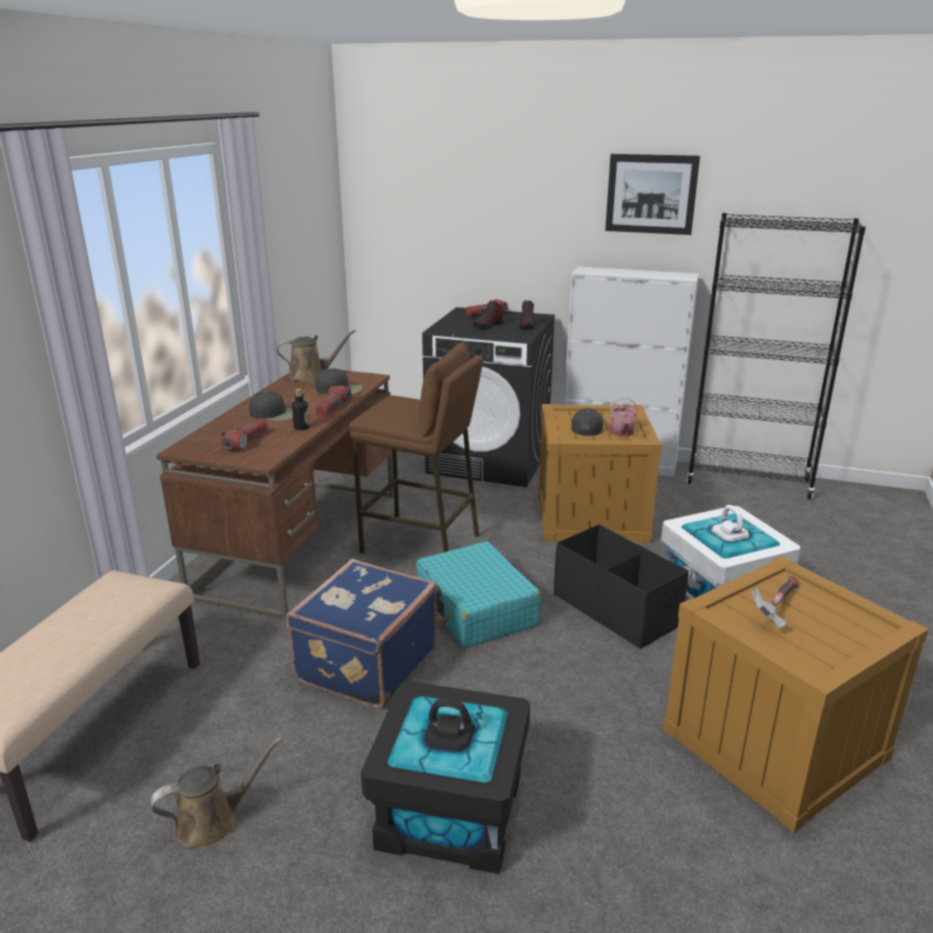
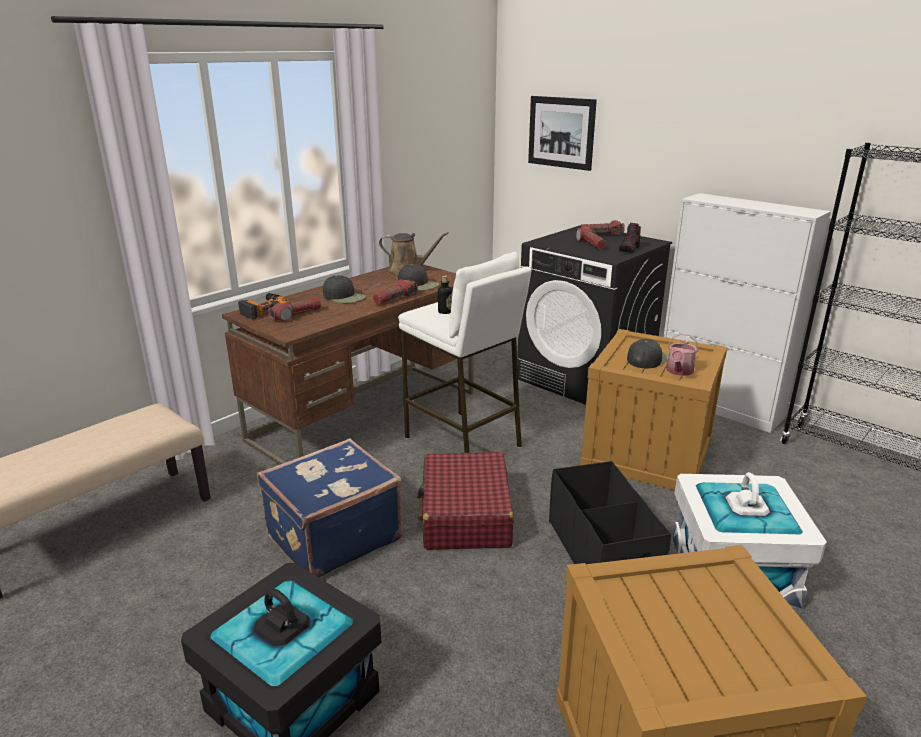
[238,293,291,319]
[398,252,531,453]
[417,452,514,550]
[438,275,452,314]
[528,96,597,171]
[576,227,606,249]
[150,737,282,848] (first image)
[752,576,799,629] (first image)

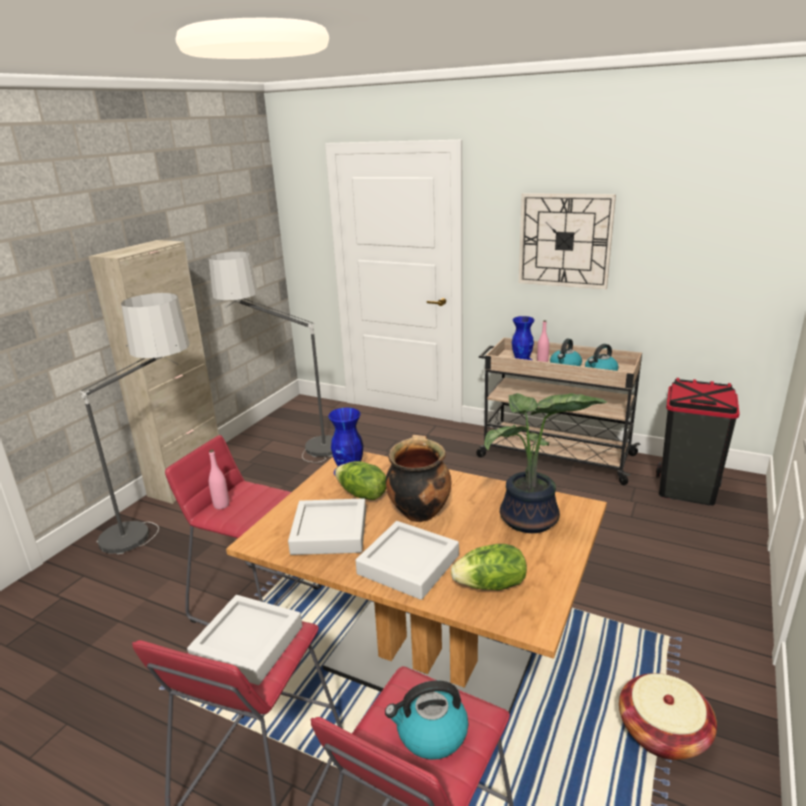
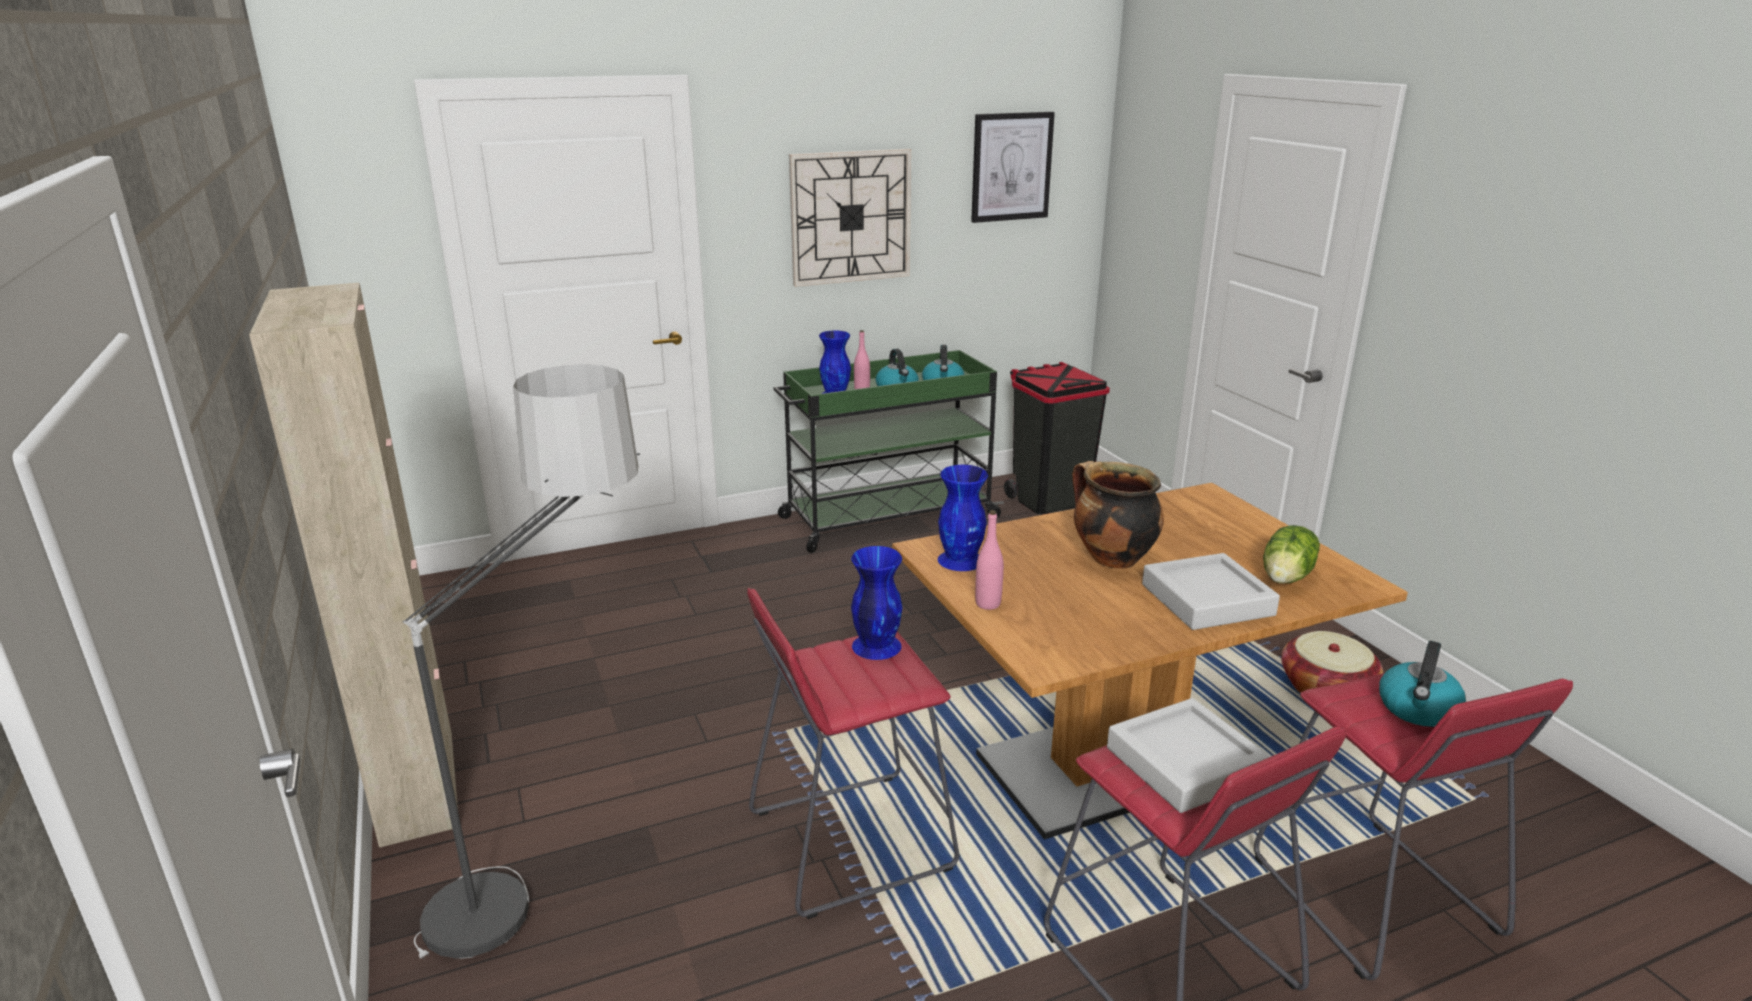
[774,350,1004,553]
[851,546,903,660]
[971,112,1055,223]
[975,510,1004,610]
[208,252,333,462] (first image)
[288,498,366,555] (first image)
[335,461,386,500] (first image)
[484,393,607,533] (first image)

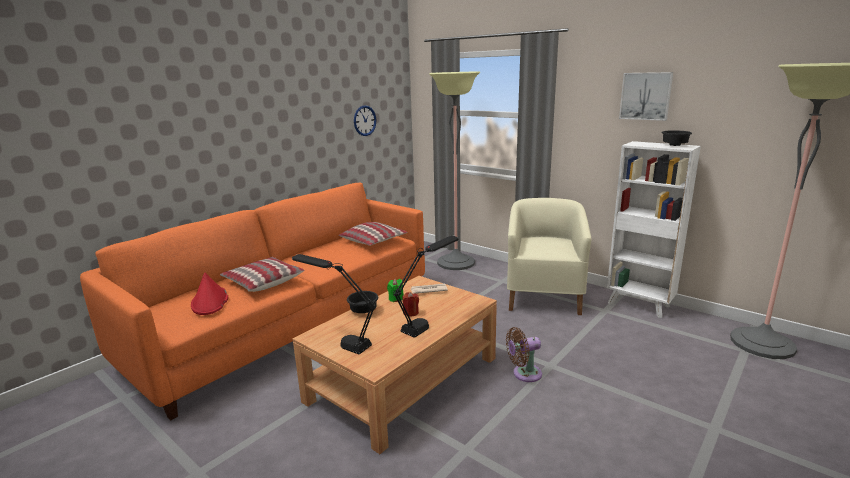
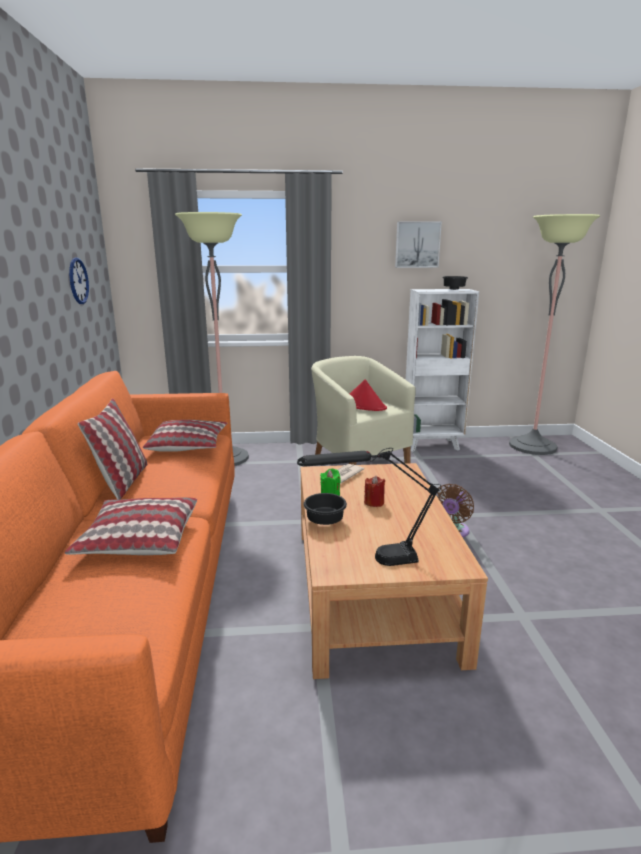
[78,398,147,500]
[350,379,387,411]
[393,236,459,338] (first image)

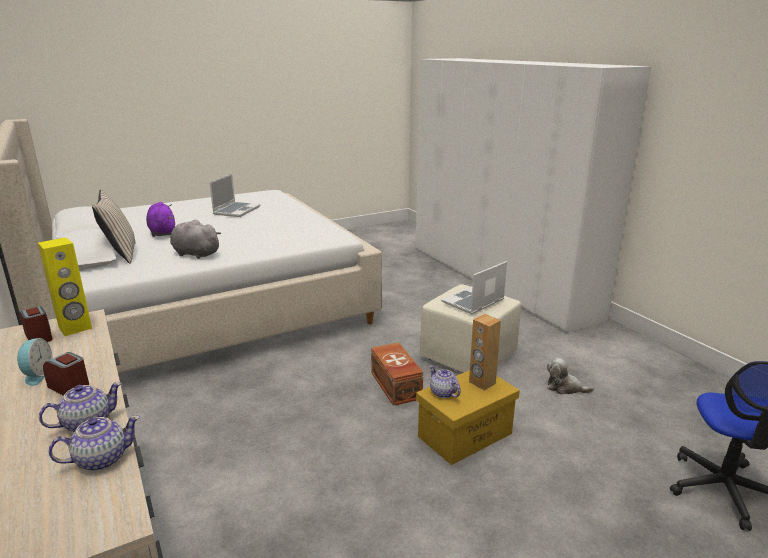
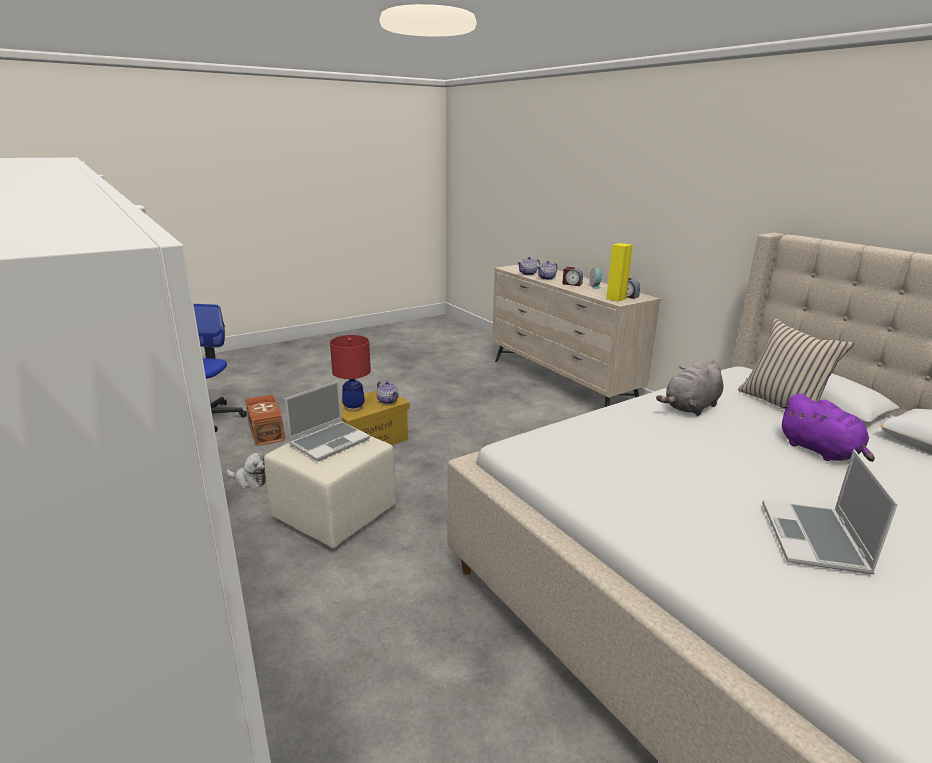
[245,394,285,446]
[330,335,371,412]
[656,360,724,416]

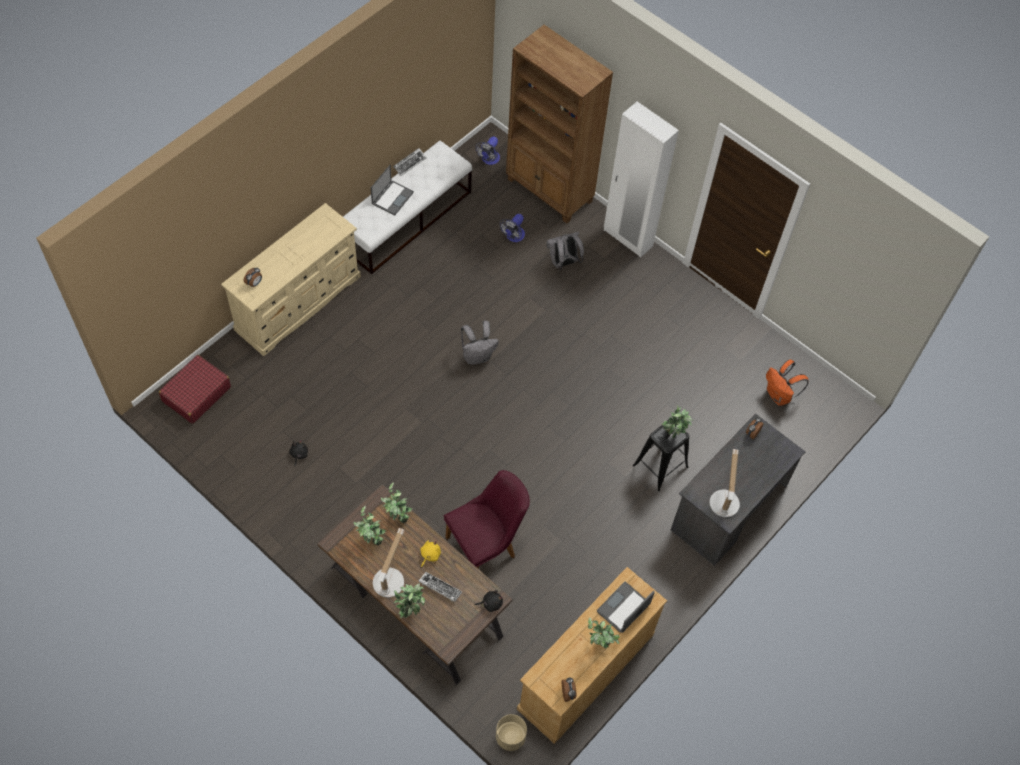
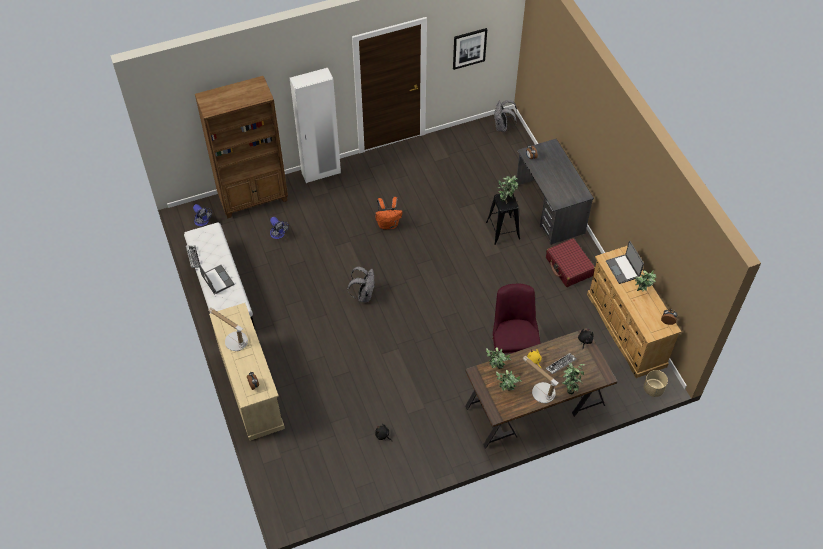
[208,307,248,351]
[375,197,402,229]
[453,28,487,70]
[494,100,517,132]
[546,238,595,287]

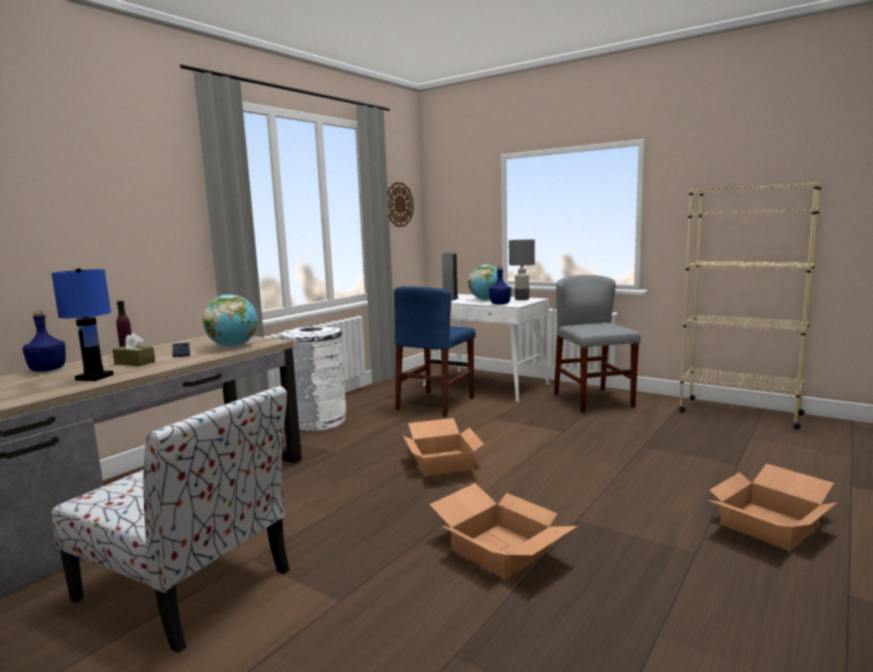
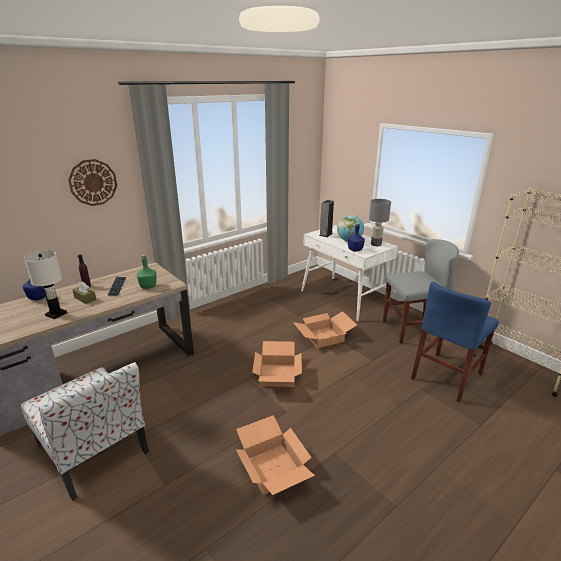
[24,250,67,319]
[68,159,117,206]
[137,255,157,289]
[293,311,357,348]
[383,239,459,344]
[411,282,499,403]
[281,326,346,431] (first image)

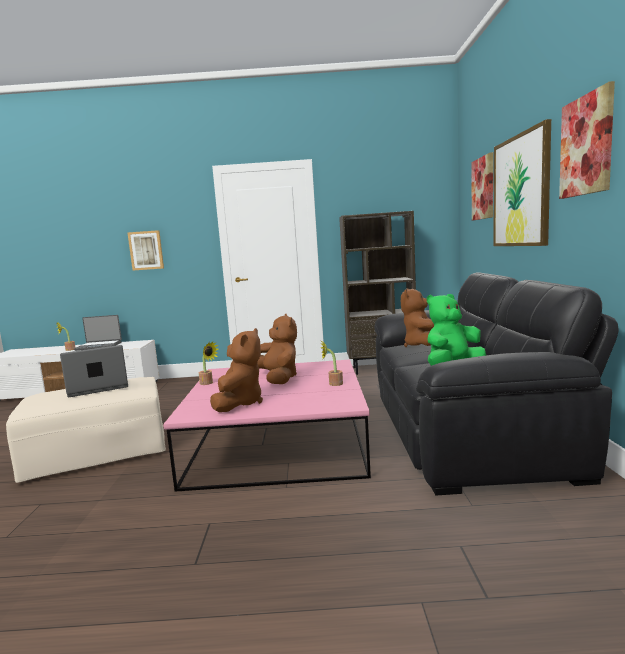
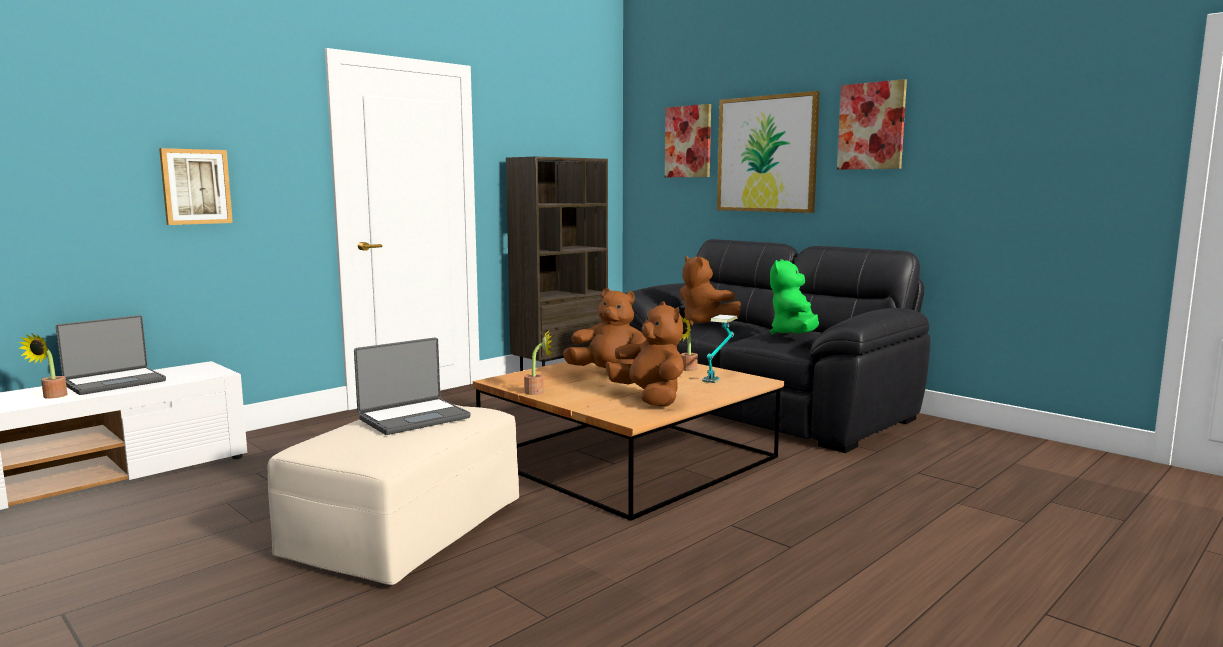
[354,338,471,435]
[473,362,784,521]
[702,314,737,383]

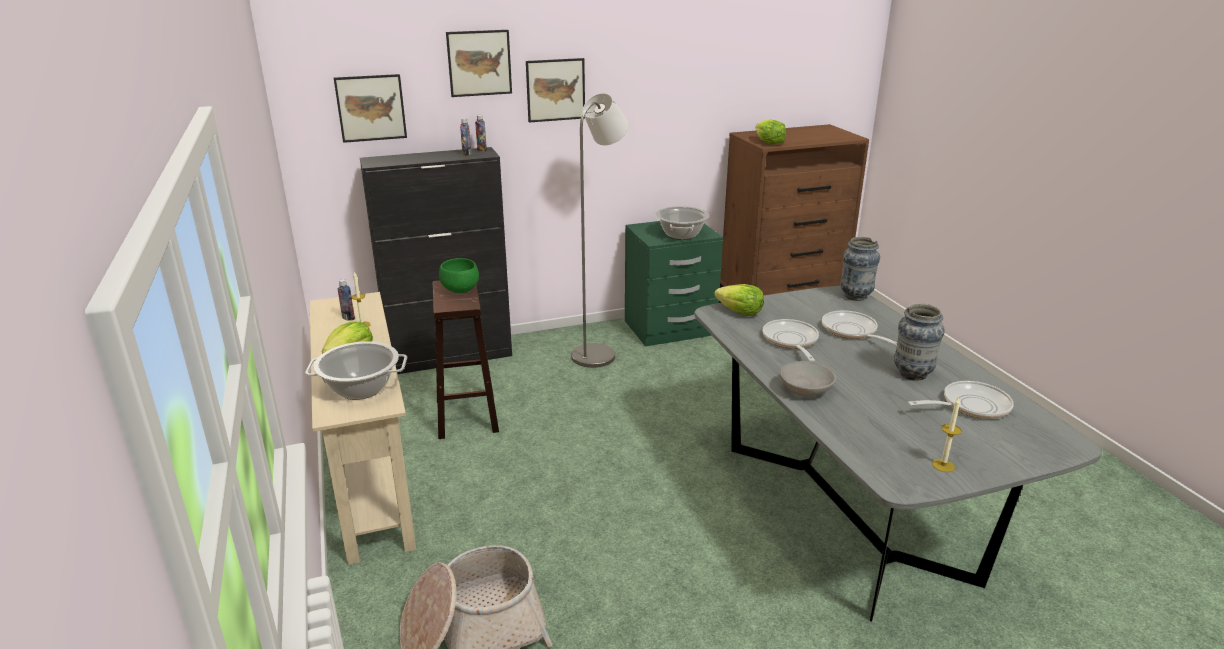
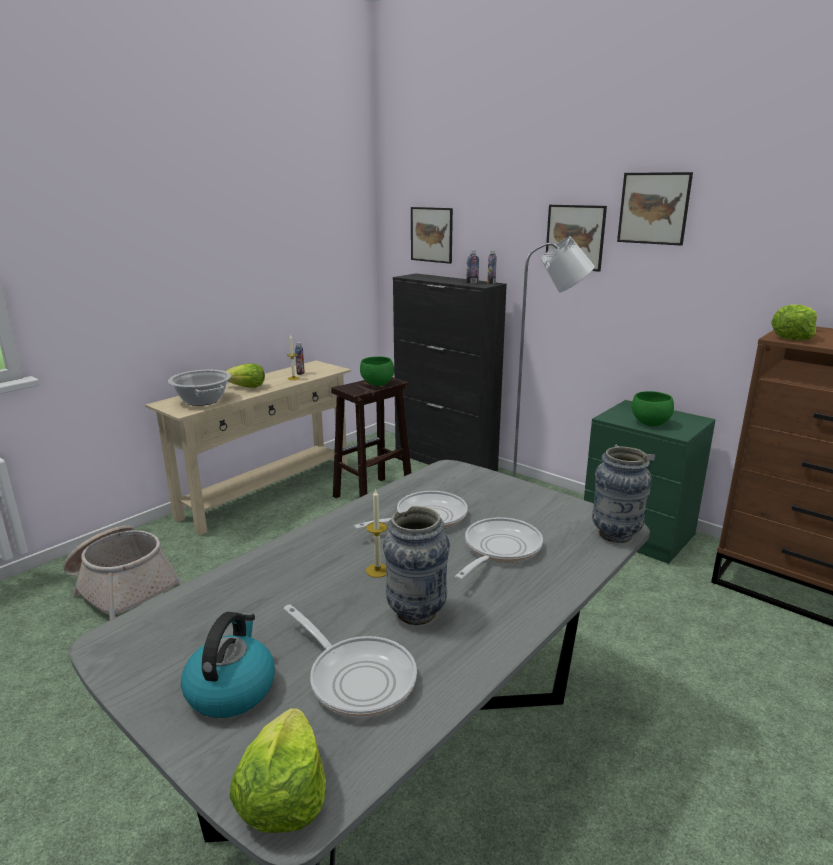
[181,612,275,718]
[230,708,326,833]
[366,488,387,578]
[617,172,693,246]
[632,391,674,426]
[780,361,836,396] (first image)

